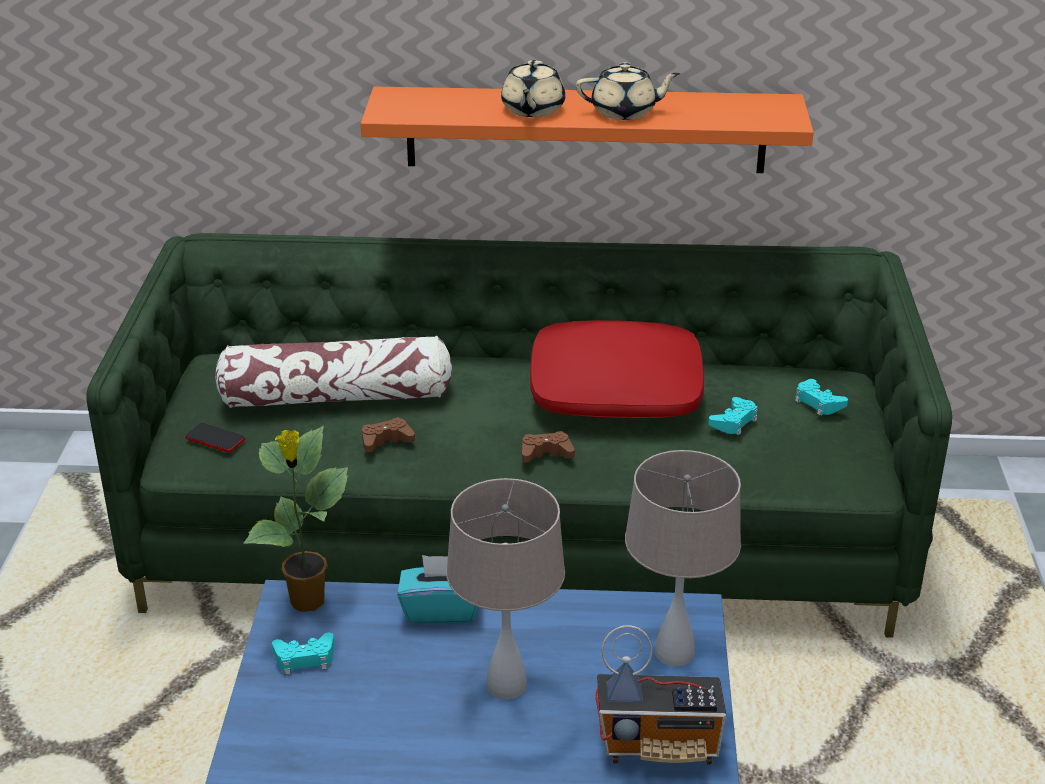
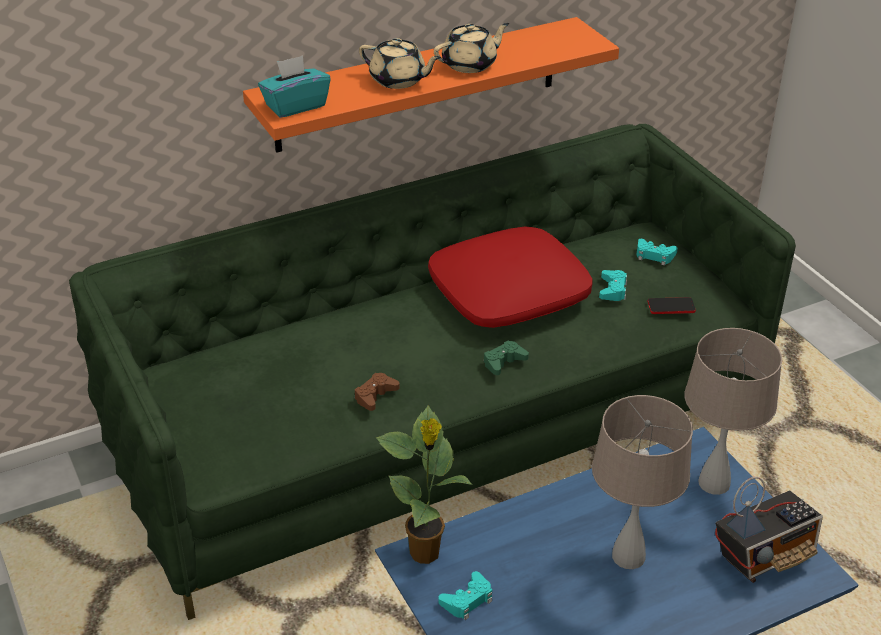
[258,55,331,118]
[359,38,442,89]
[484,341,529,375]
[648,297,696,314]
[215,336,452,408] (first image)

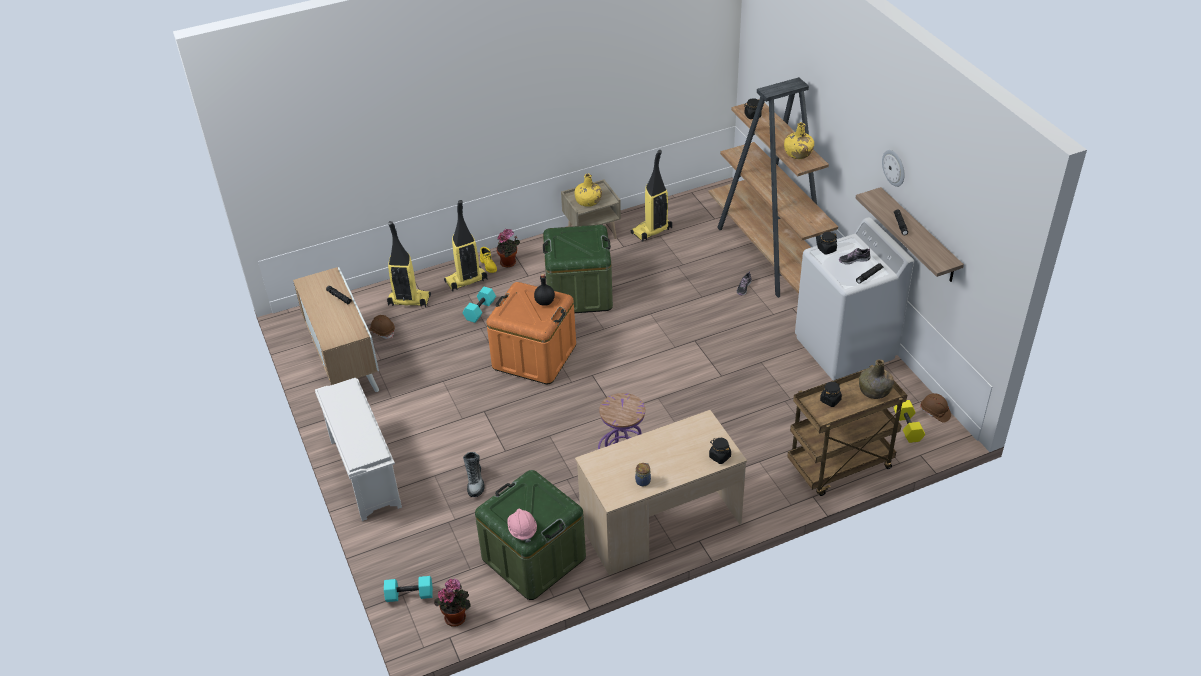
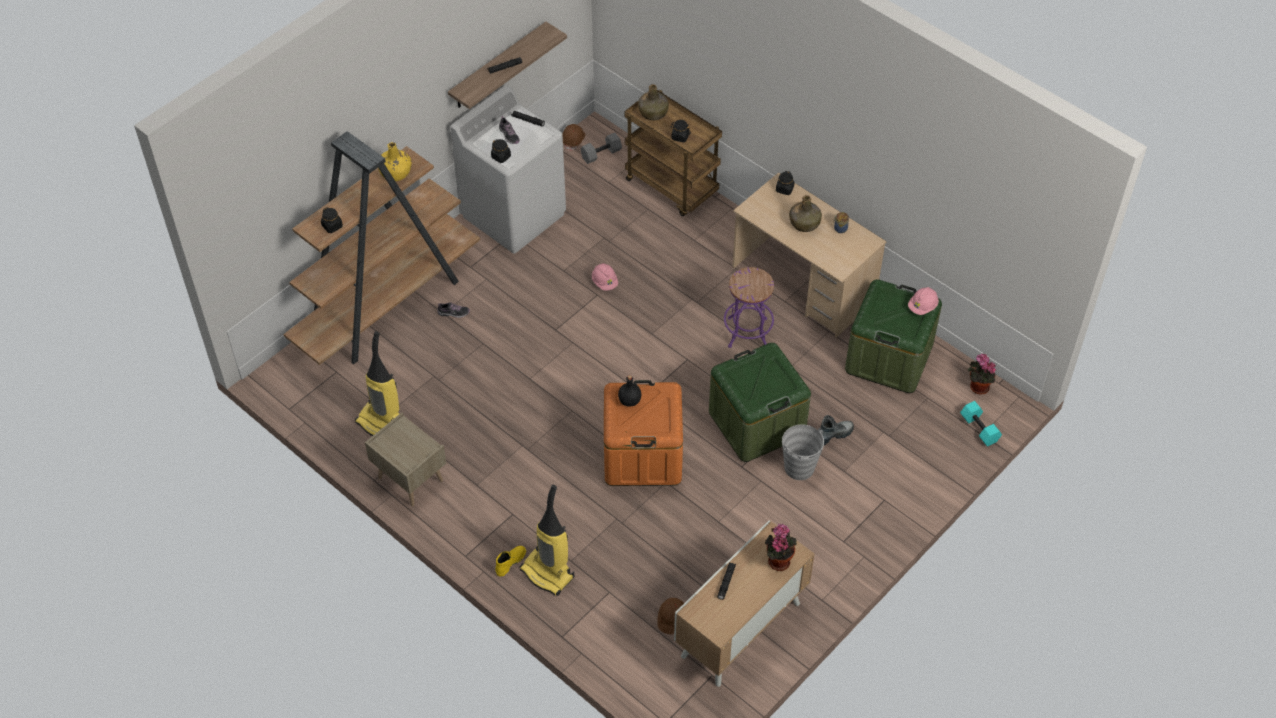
[580,133,622,164]
[592,263,618,291]
[709,343,811,462]
[765,524,797,571]
[782,424,824,480]
[789,195,822,232]
[315,378,402,521] (first image)
[387,221,431,307] (first image)
[463,287,496,323] (first image)
[575,174,602,207] (first image)
[882,150,905,187] (first image)

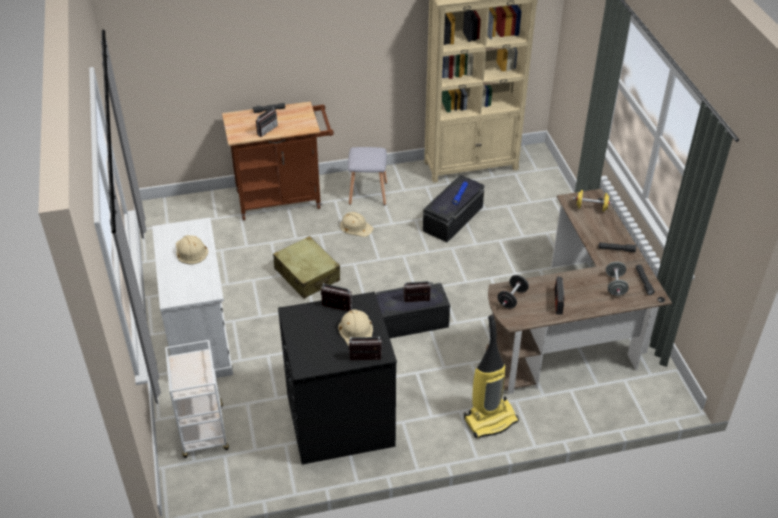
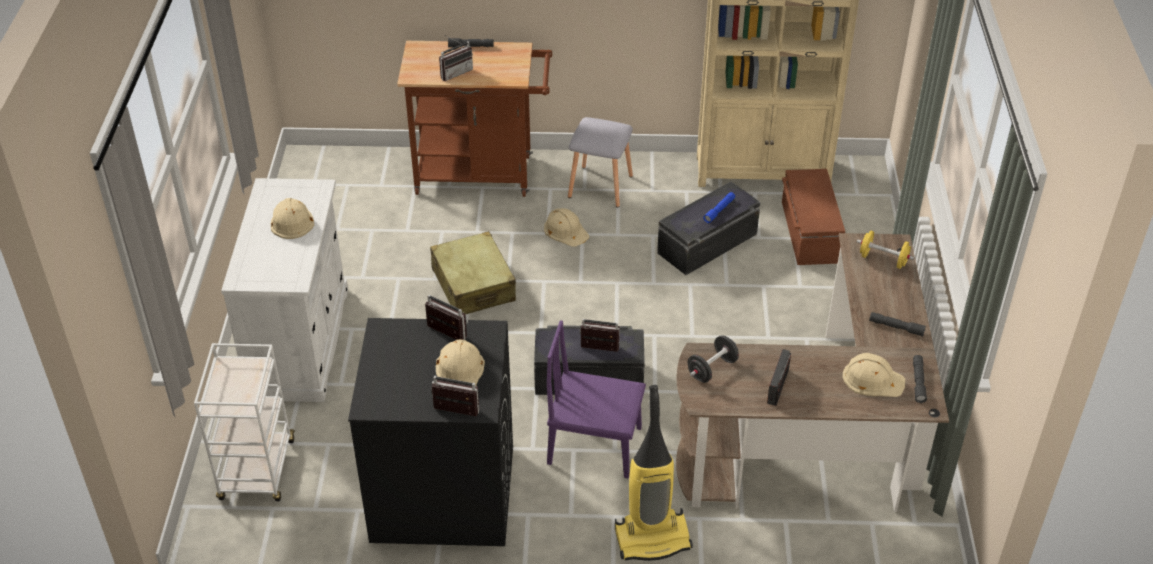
[547,320,646,478]
[782,169,845,265]
[842,353,905,397]

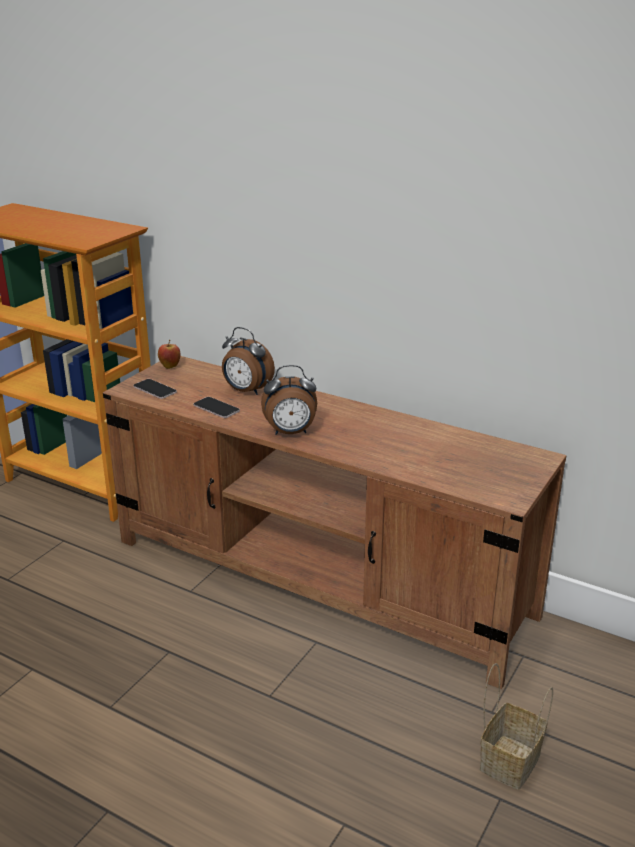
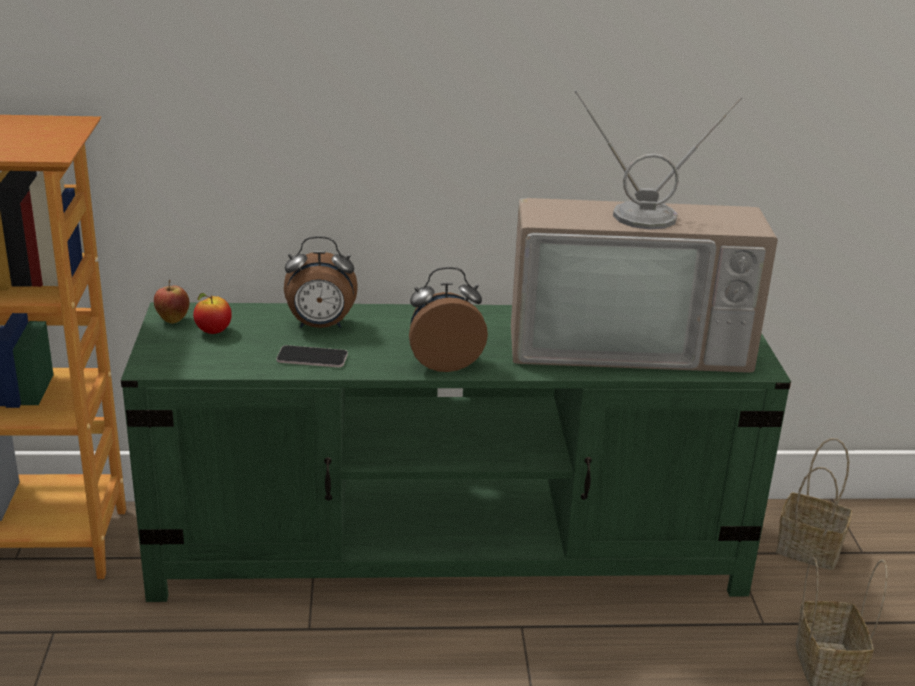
[121,302,791,602]
[193,293,232,334]
[409,267,488,372]
[511,90,778,373]
[776,438,852,570]
[133,379,177,399] (first image)

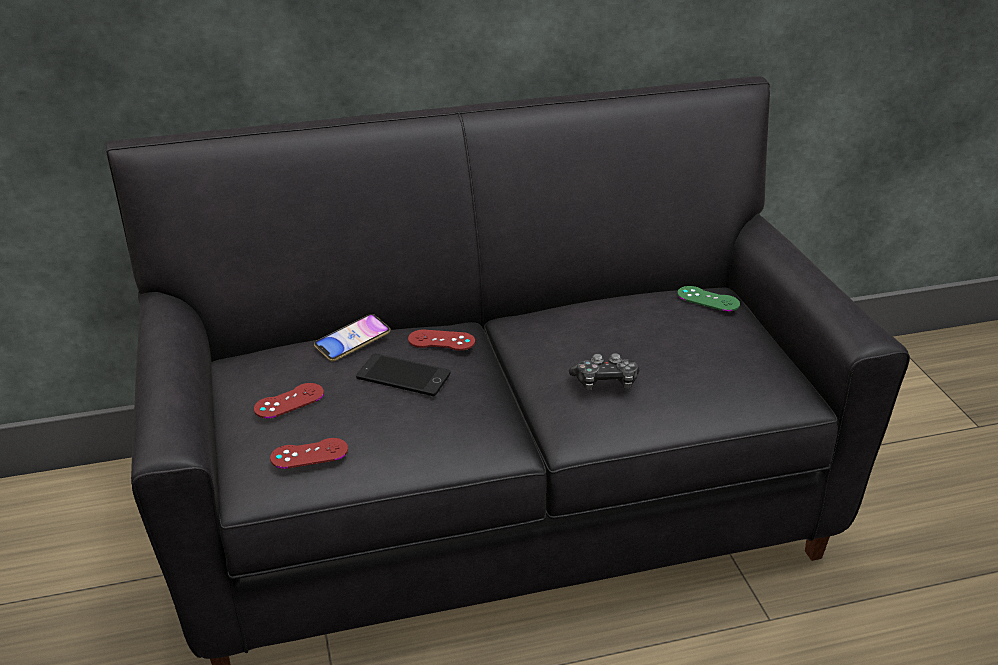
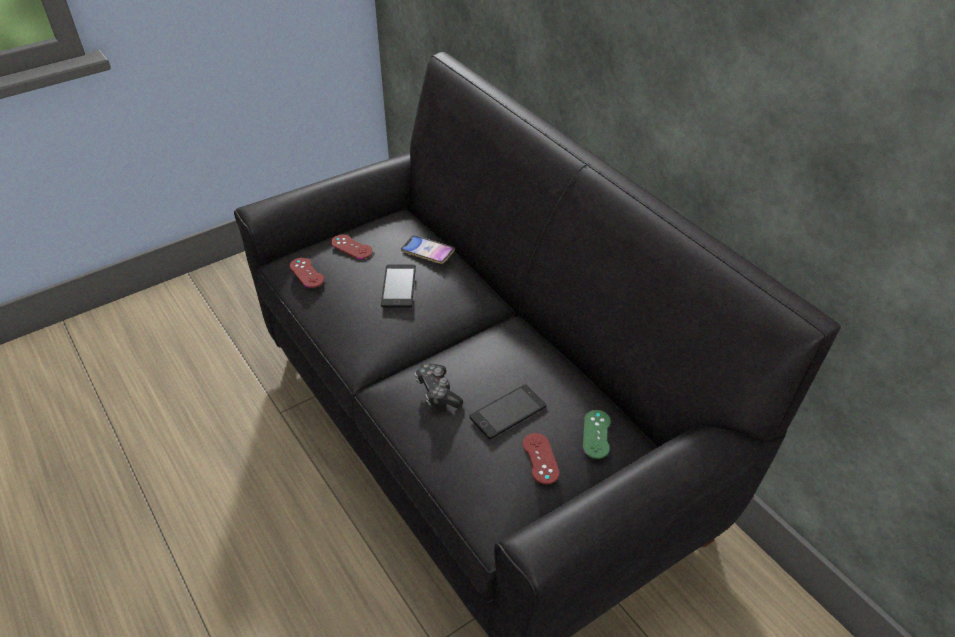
[470,384,546,440]
[522,433,560,484]

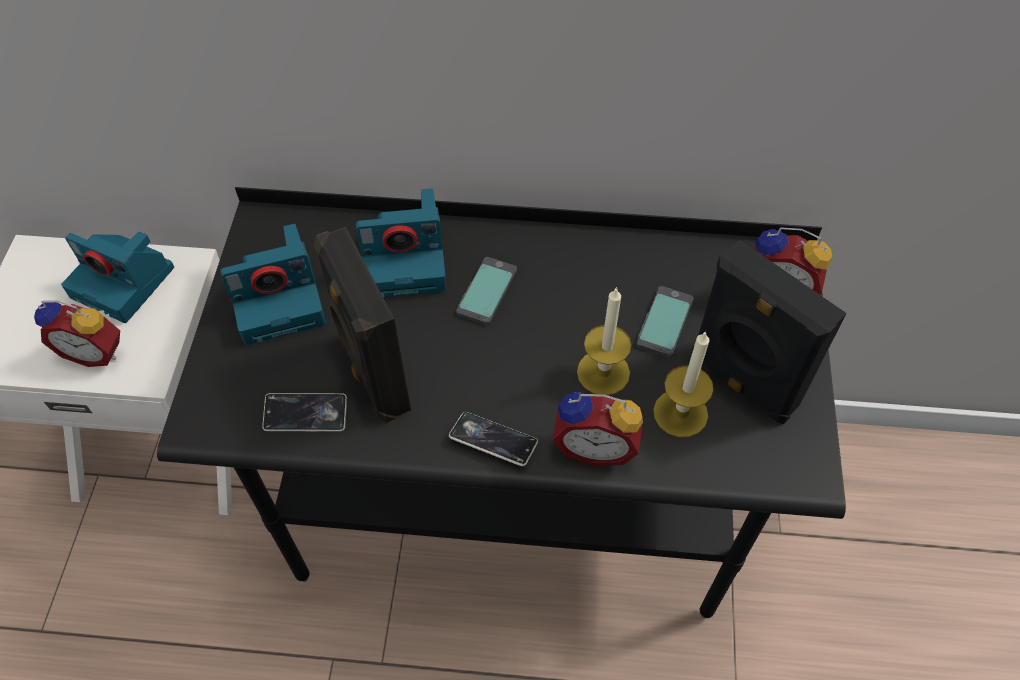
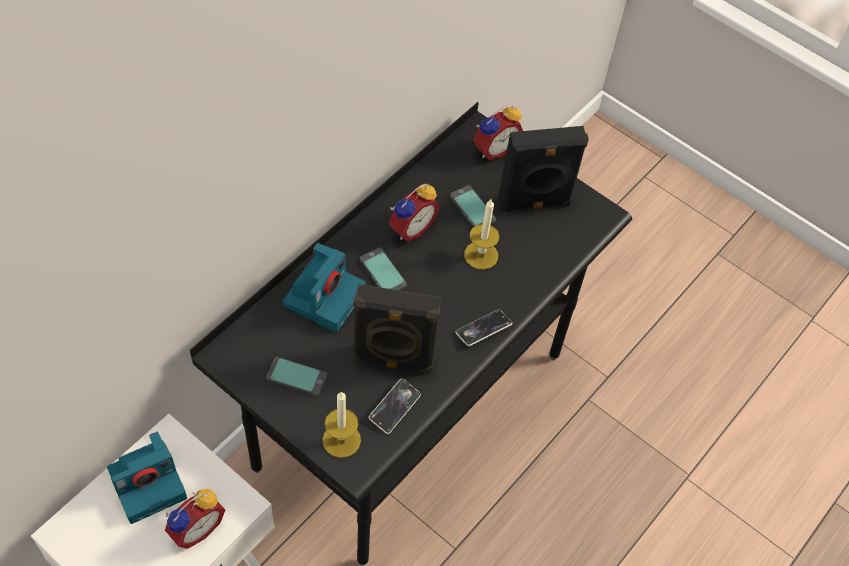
[266,357,327,396]
[322,391,361,458]
[389,184,440,242]

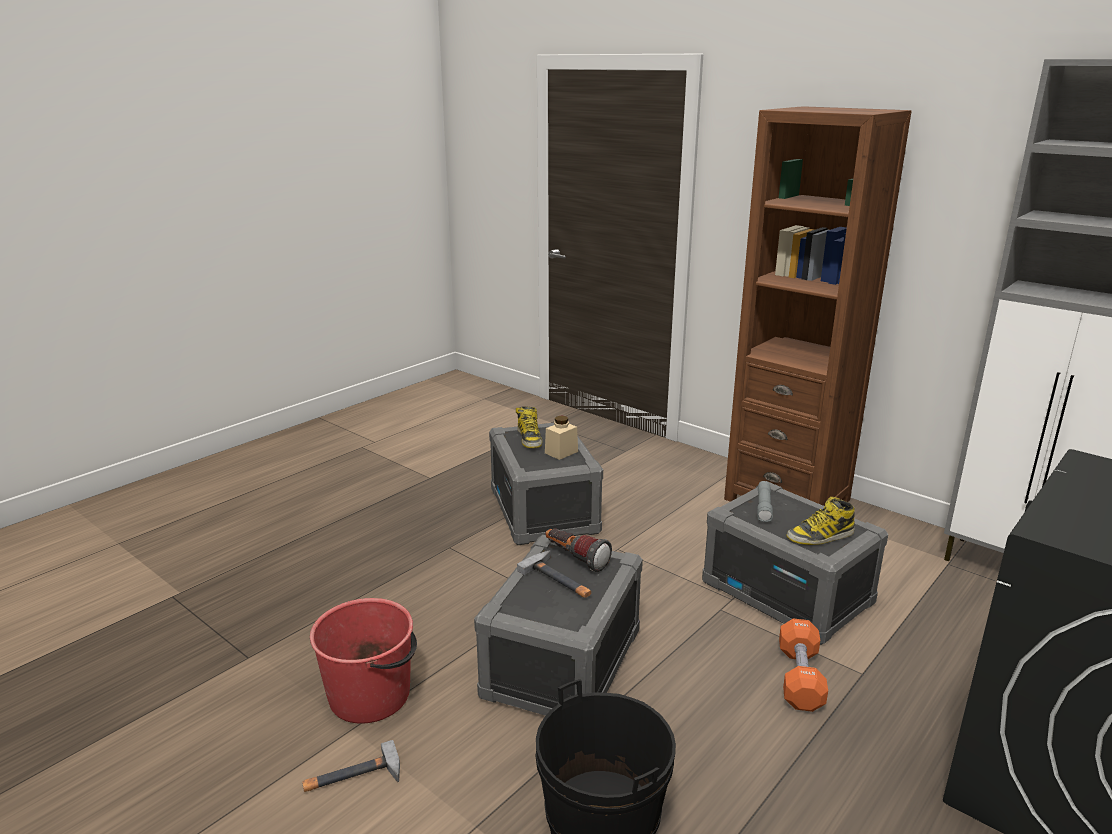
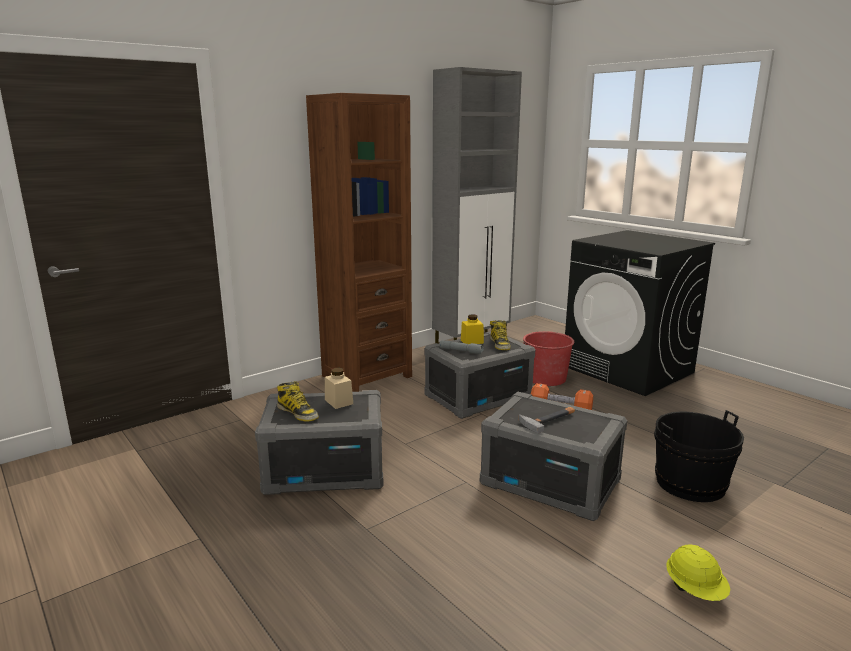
[277,381,319,422]
[461,314,484,344]
[523,331,574,386]
[666,545,730,601]
[545,529,612,572] (first image)

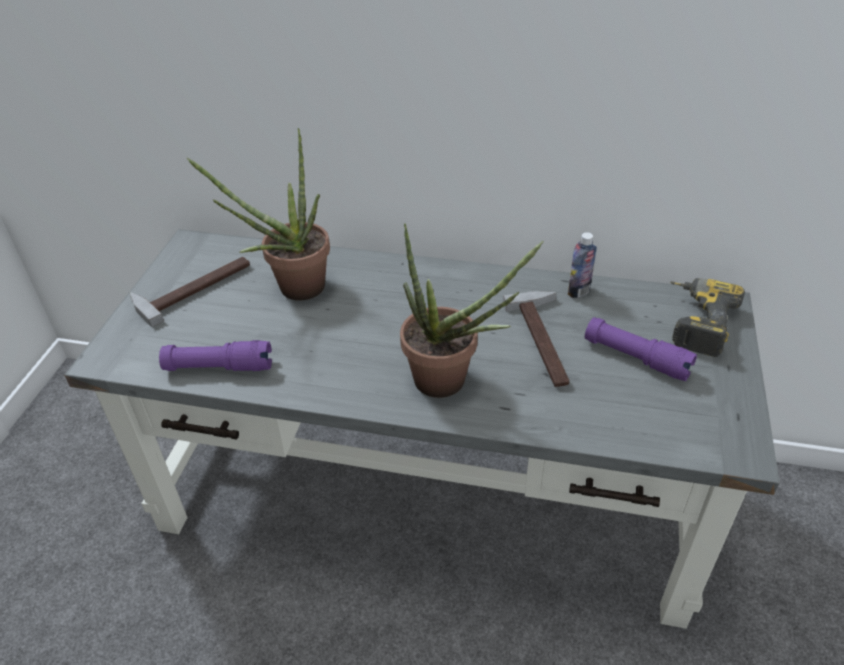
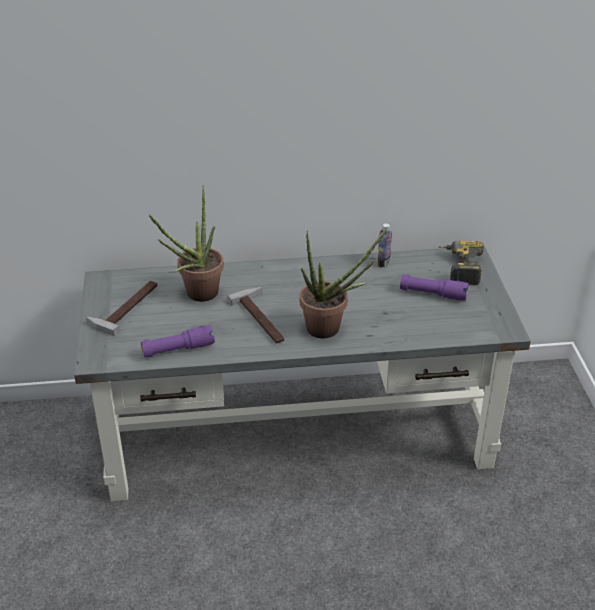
[227,287,285,343]

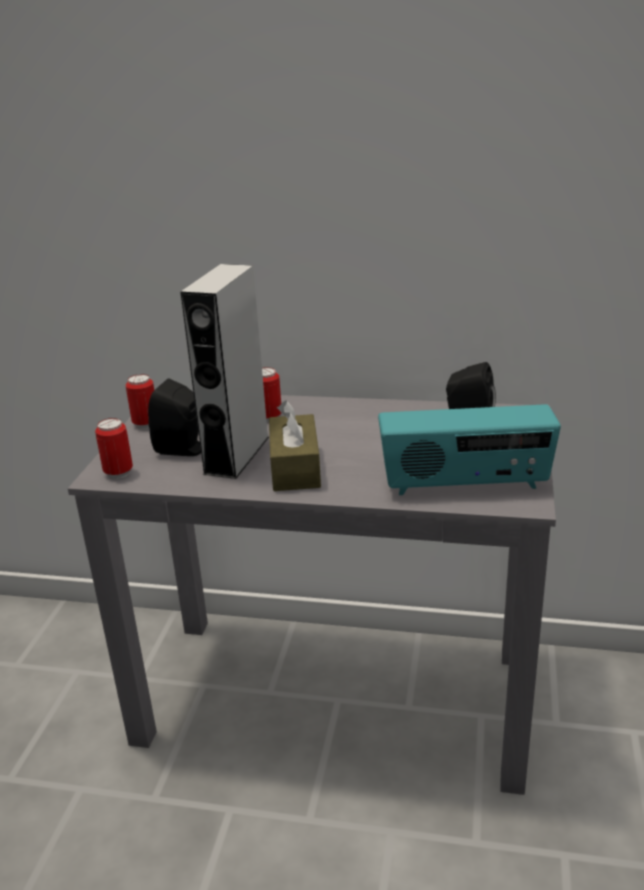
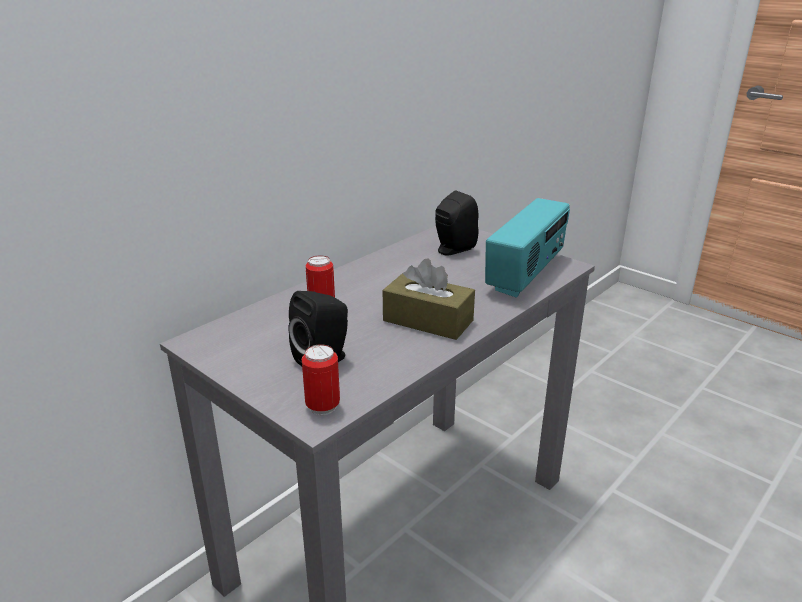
[125,374,154,429] (first image)
[180,264,269,479] (first image)

